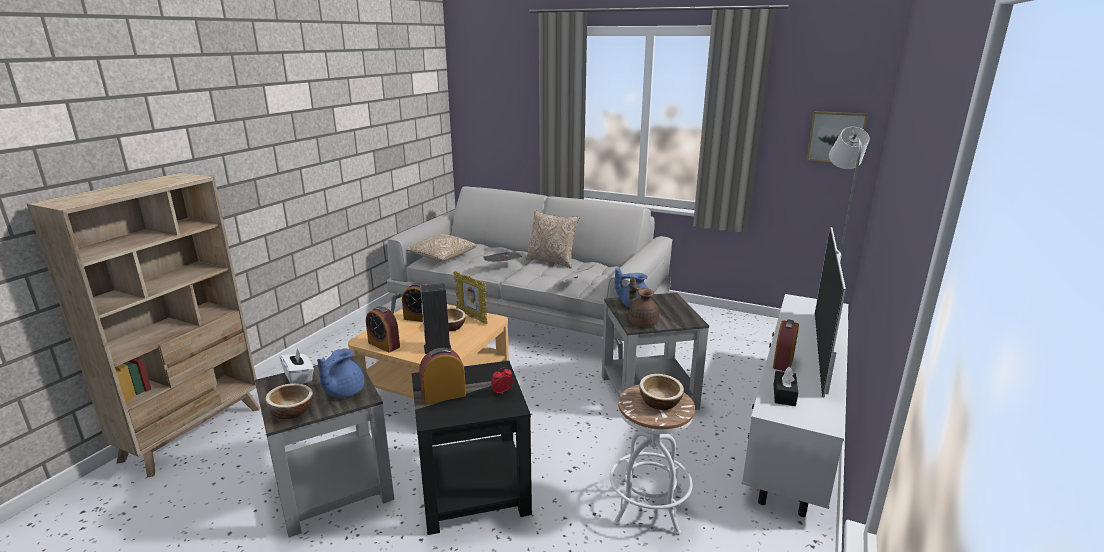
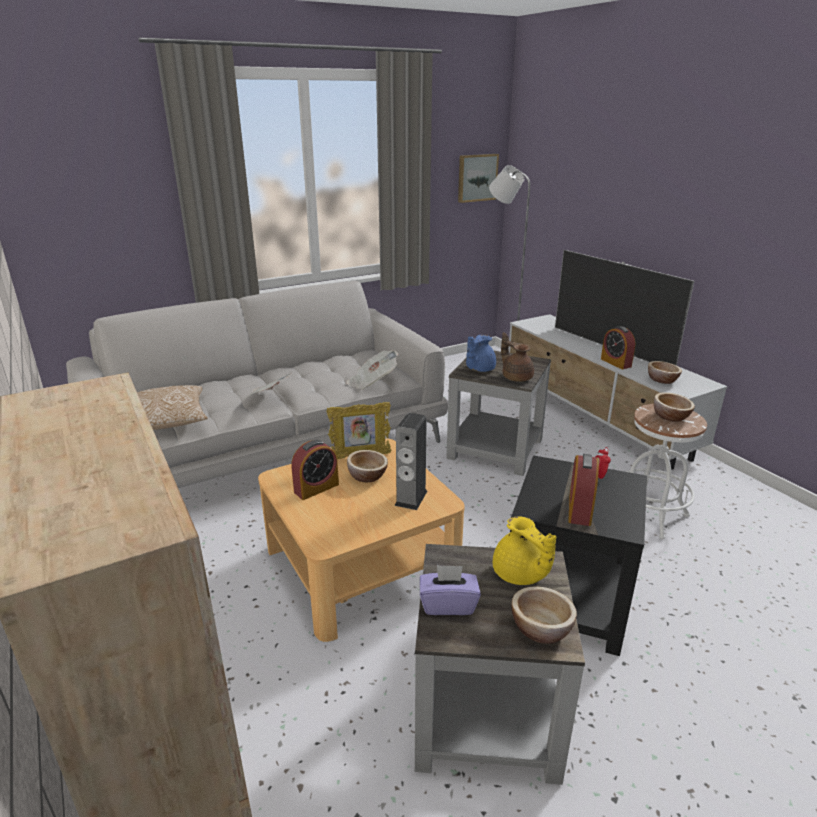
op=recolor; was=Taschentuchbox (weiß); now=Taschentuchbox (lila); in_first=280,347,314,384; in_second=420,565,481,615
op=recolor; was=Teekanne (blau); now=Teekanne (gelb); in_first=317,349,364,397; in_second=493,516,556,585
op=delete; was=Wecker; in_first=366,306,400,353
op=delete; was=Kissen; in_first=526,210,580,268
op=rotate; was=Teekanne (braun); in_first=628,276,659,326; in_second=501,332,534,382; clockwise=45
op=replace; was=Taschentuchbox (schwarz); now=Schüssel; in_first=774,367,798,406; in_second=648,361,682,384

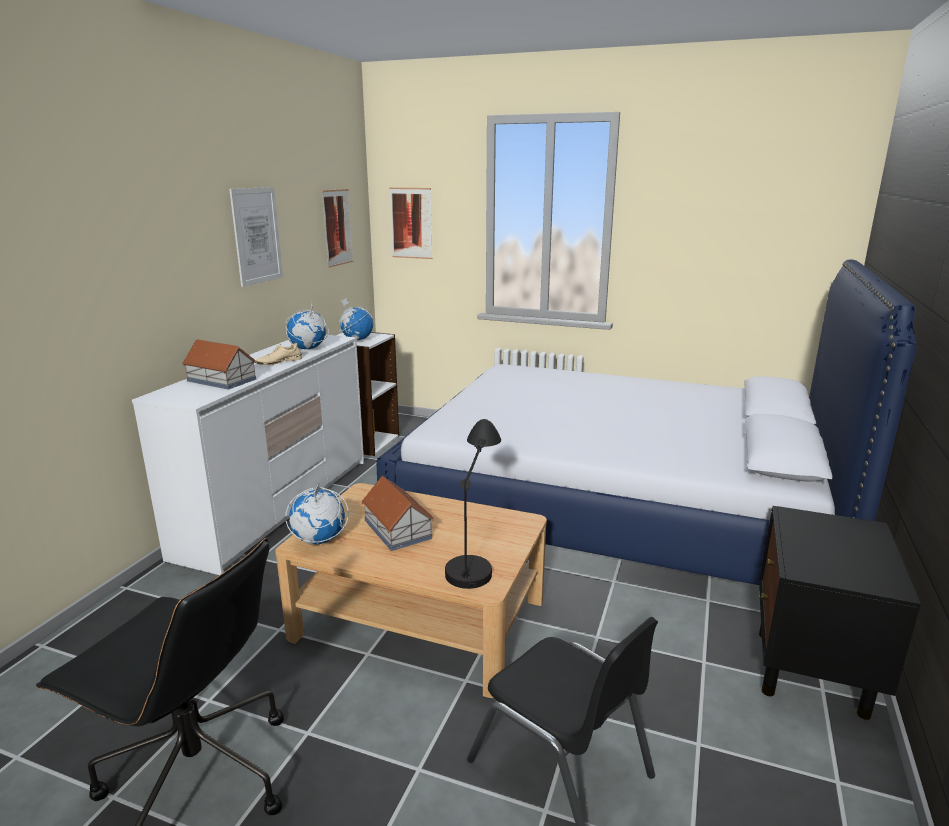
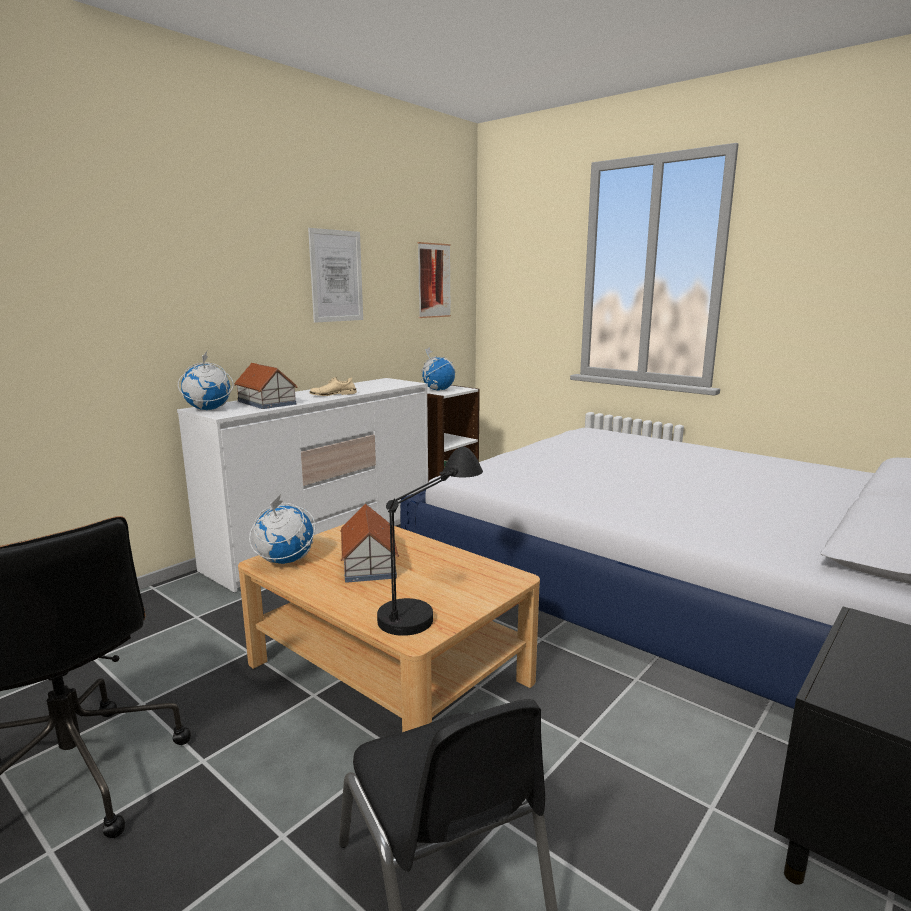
op=move; was=Globus; in_first=285,300,329,349; in_second=178,351,234,410
op=delete; was=Bild; in_first=390,188,432,259

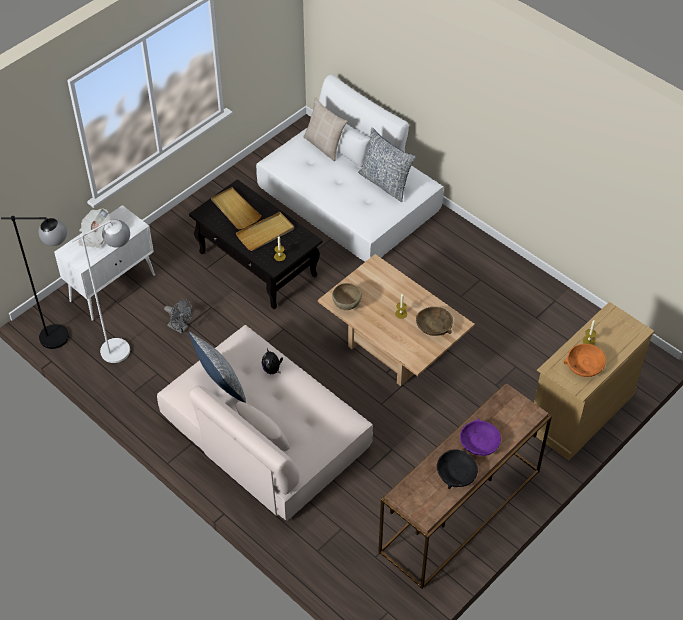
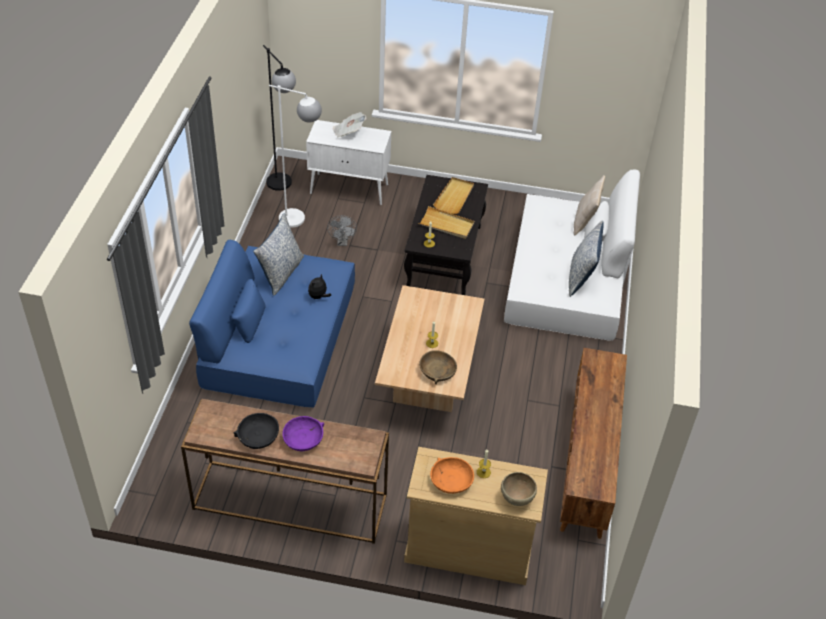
op=recolor; was=Sofa (beige); now=Sofa (blau); in_first=157,325,373,521; in_second=189,240,355,407
op=move; was=Schüssel (braun); in_first=332,283,362,310; in_second=501,472,537,506
op=insert; now=Fernsehschrank (braun); in_second=560,348,627,539

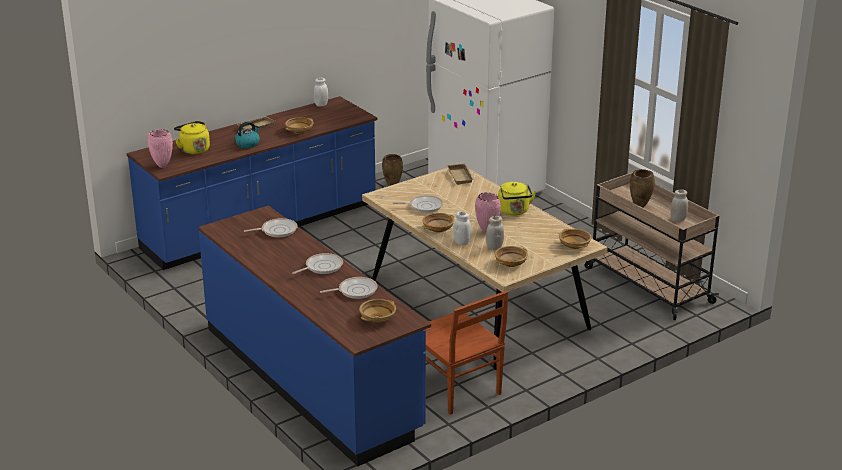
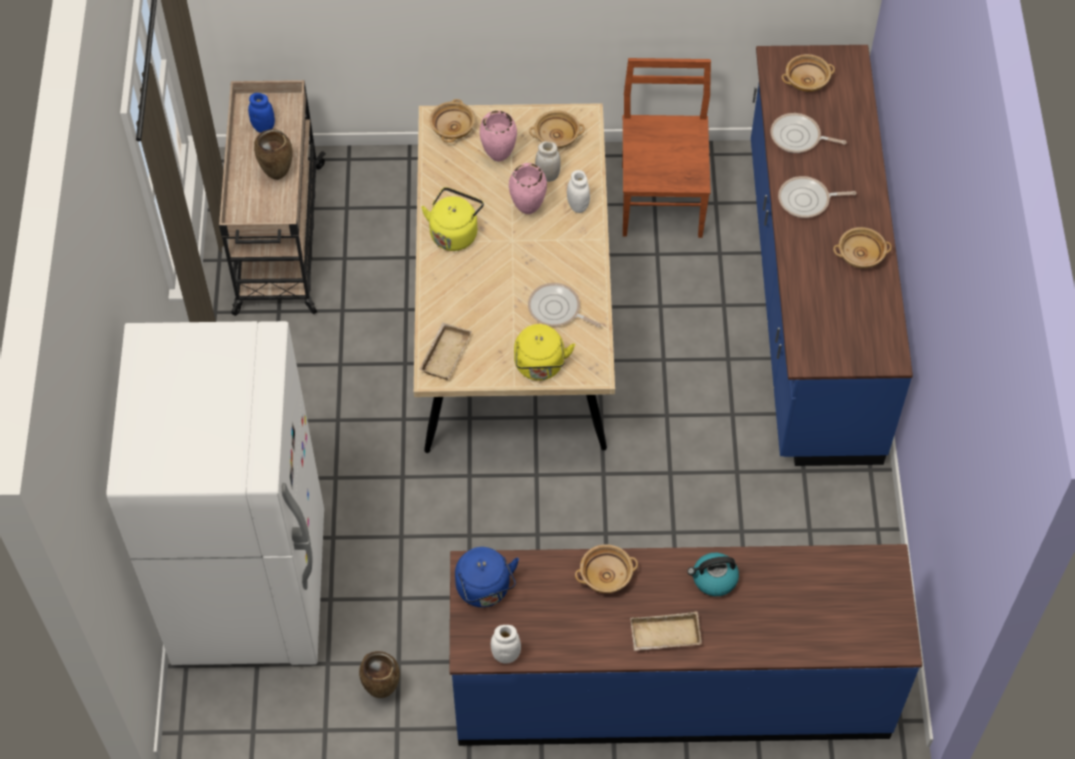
op=move; was=Vase (rosa); in_first=148,129,173,168; in_second=480,111,517,162
op=move; was=Wasserkessel (gelb); in_first=174,121,210,155; in_second=514,324,575,381
op=delete; was=Pfanne; in_first=244,218,298,237
op=move; was=Schüssel (beige); in_first=422,213,454,232; in_second=833,227,892,268
op=recolor; was=Vorratsglas (weiß); now=Vorratsglas (blau); in_first=670,189,688,222; in_second=248,93,275,133
op=insert; now=Wasserkessel (blau); in_second=455,547,519,607

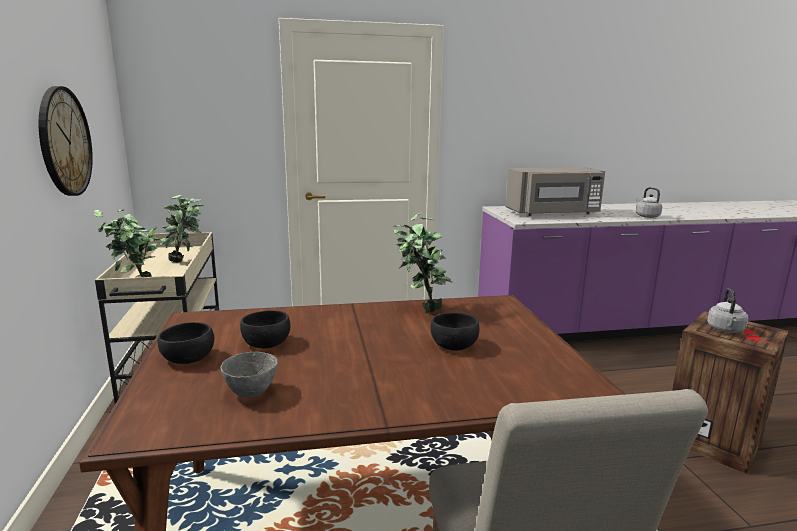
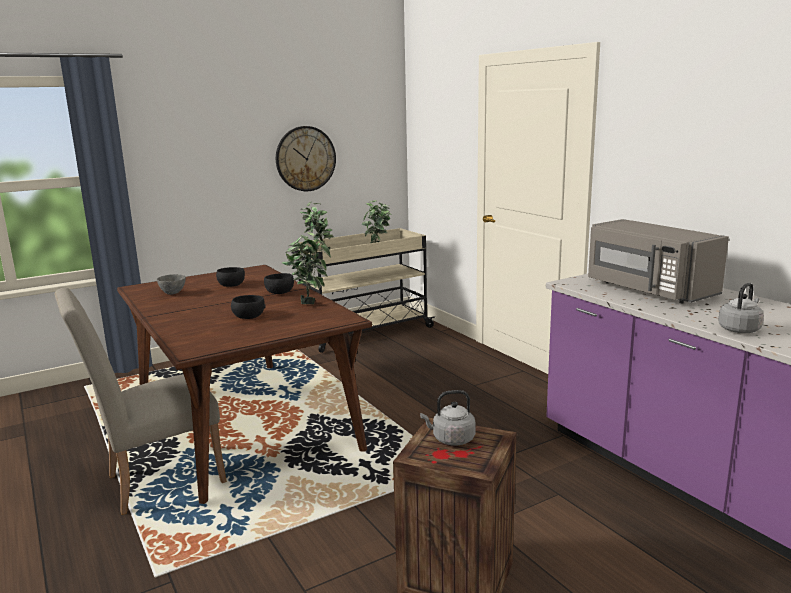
op=move; was=Schüssel (schwarz); in_first=157,322,214,364; in_second=264,273,294,294

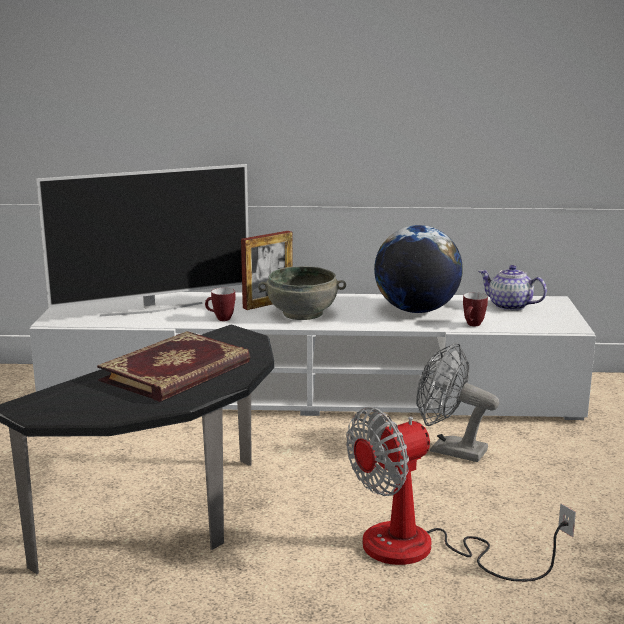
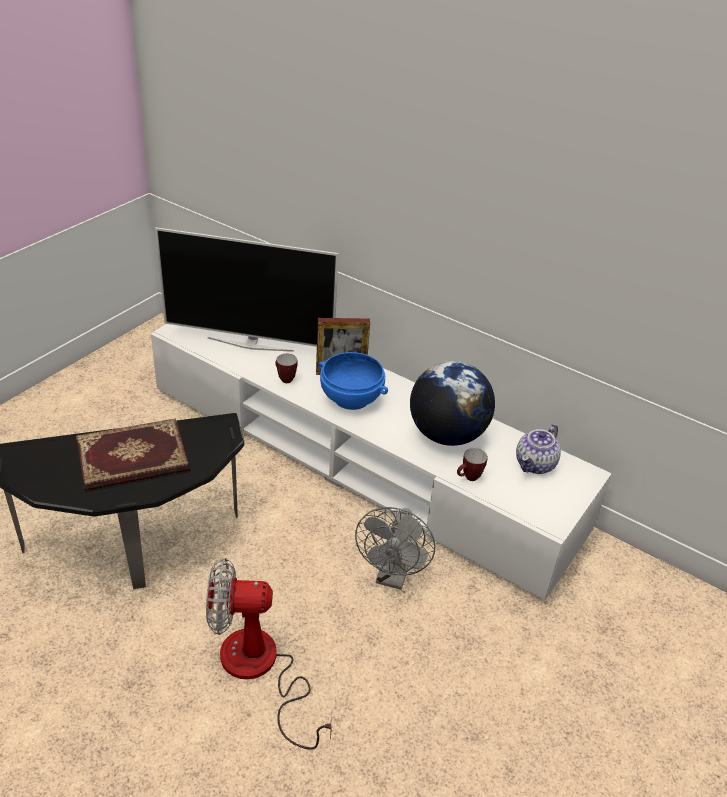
op=recolor; was=Schüssel (grau); now=Schüssel (blau); in_first=258,266,346,320; in_second=318,352,388,410
op=rotate; was=Ventilator (grau); in_first=416,343,499,462; in_second=355,507,436,590; clockwise=-135
op=rotate; was=Teekanne; in_first=479,265,547,311; in_second=516,424,561,474; clockwise=-120

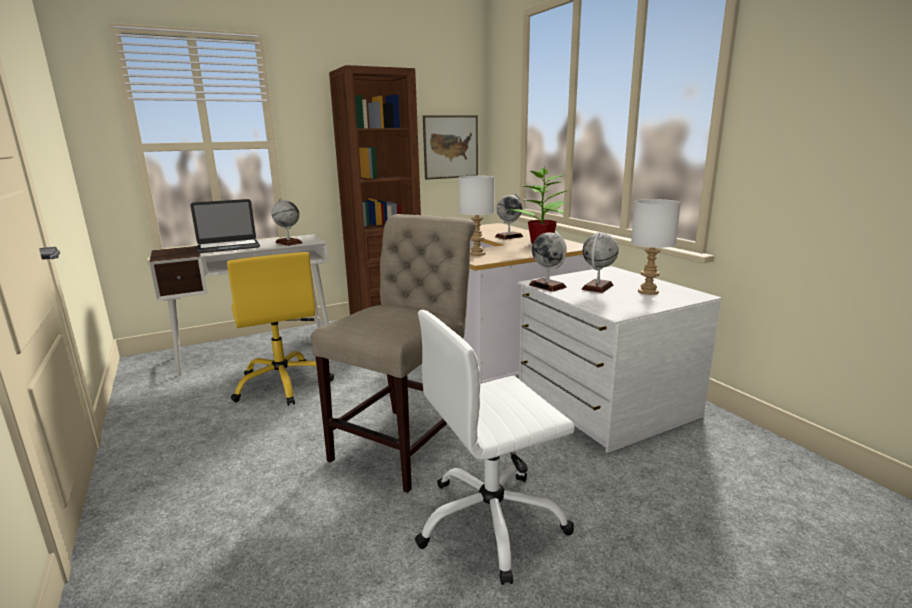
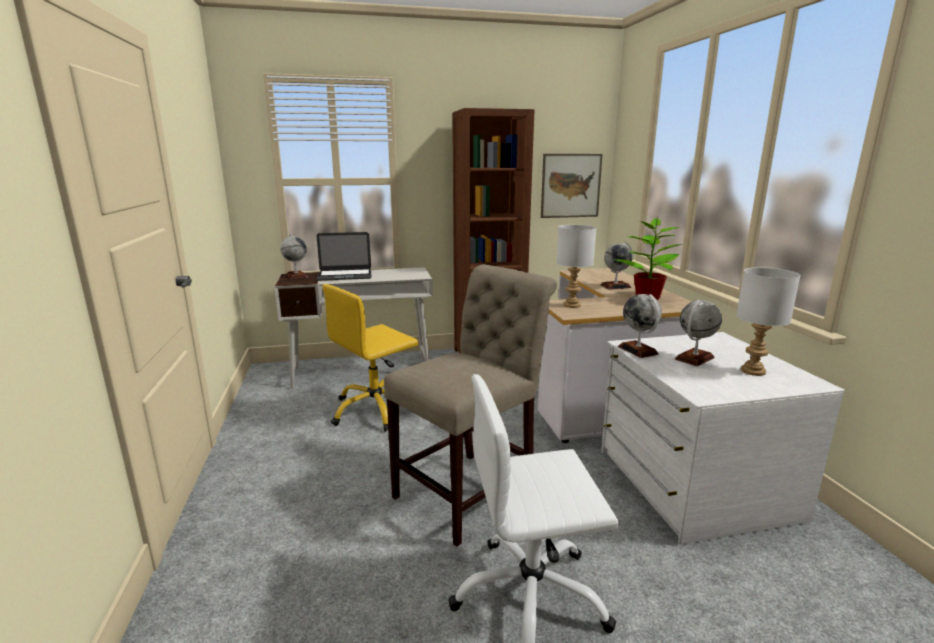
op=rotate; was=Bürostuhl (gelb); in_first=227,252,334,406; in_second=322,284,418,432; clockwise=60
op=move; was=Globus; in_first=272,199,303,246; in_second=280,234,308,279

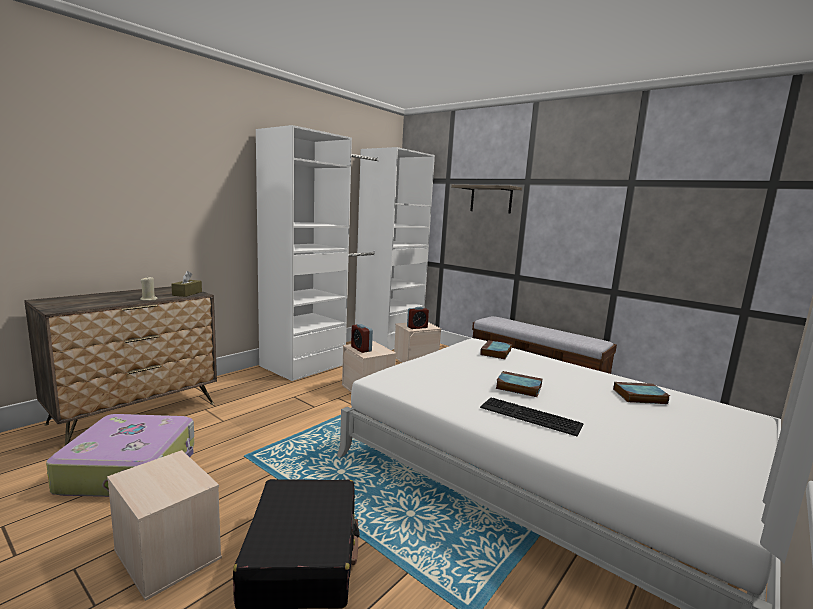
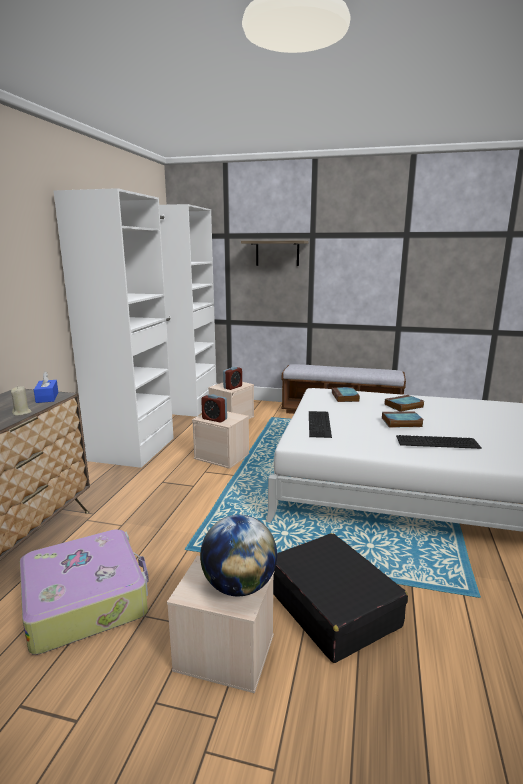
op=recolor; was=Taschentuchbox (braun); now=Taschentuchbox (blau); in_first=171,271,202,297; in_second=34,371,58,403
op=move; was=Buch; in_first=613,382,670,404; in_second=385,395,424,412
op=insert; now=Globus; in_second=200,515,277,596
op=insert; now=Tastatur; in_second=309,411,332,438

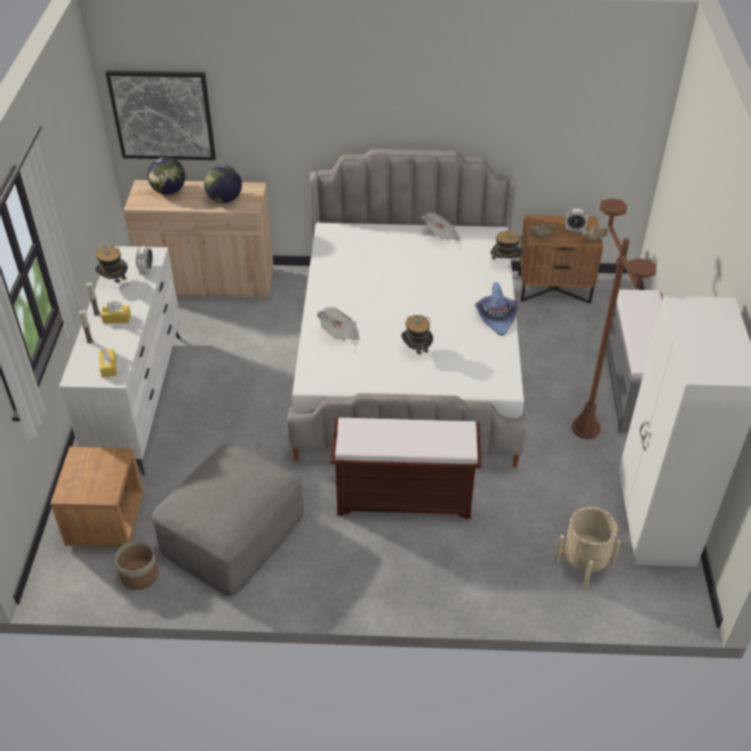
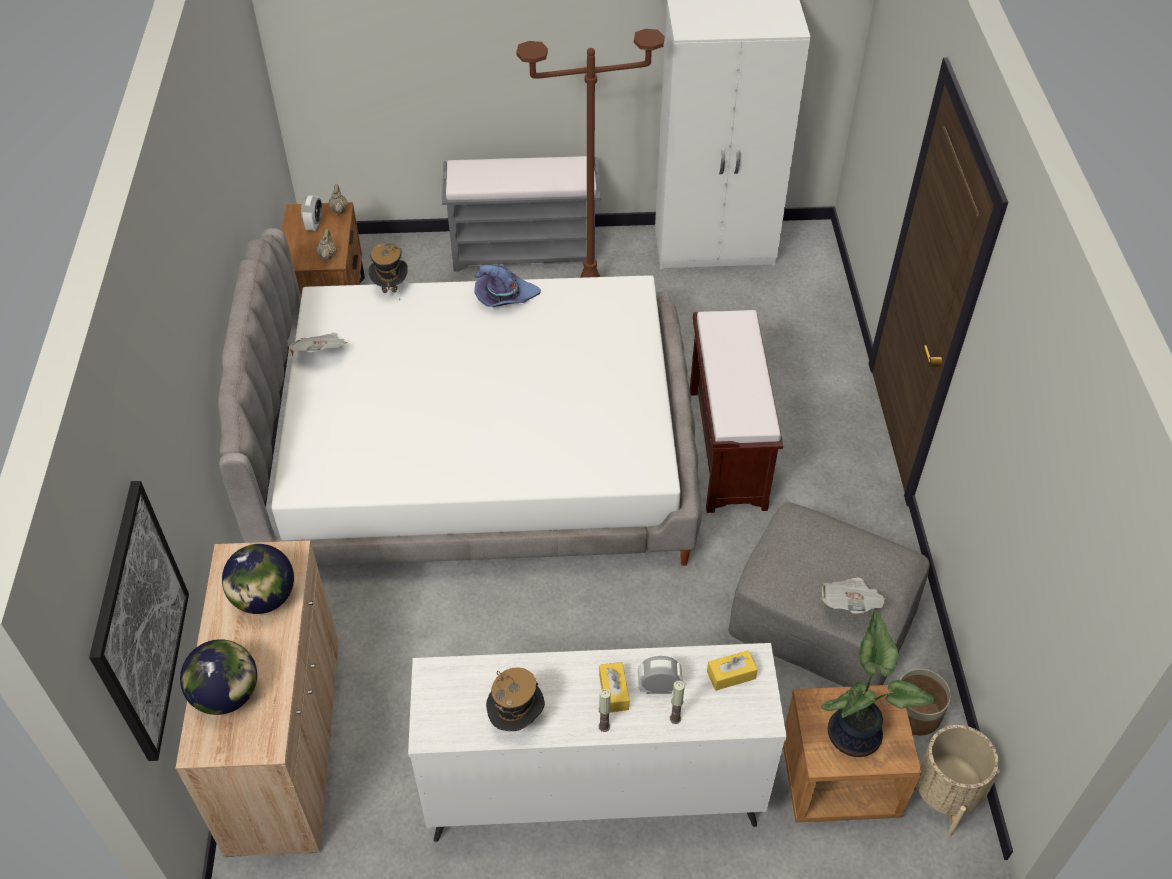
op=move; was=Wecker; in_first=136,246,153,275; in_second=638,656,683,694
op=move; was=Zeitung; in_first=317,307,360,341; in_second=822,577,886,614
op=delete; was=Hut; in_first=401,315,433,355
op=move; was=Pflanzkübel (beige); in_first=555,507,621,588; in_second=914,725,1000,837
op=insert; now=Topfpflanze; in_second=821,610,935,757

